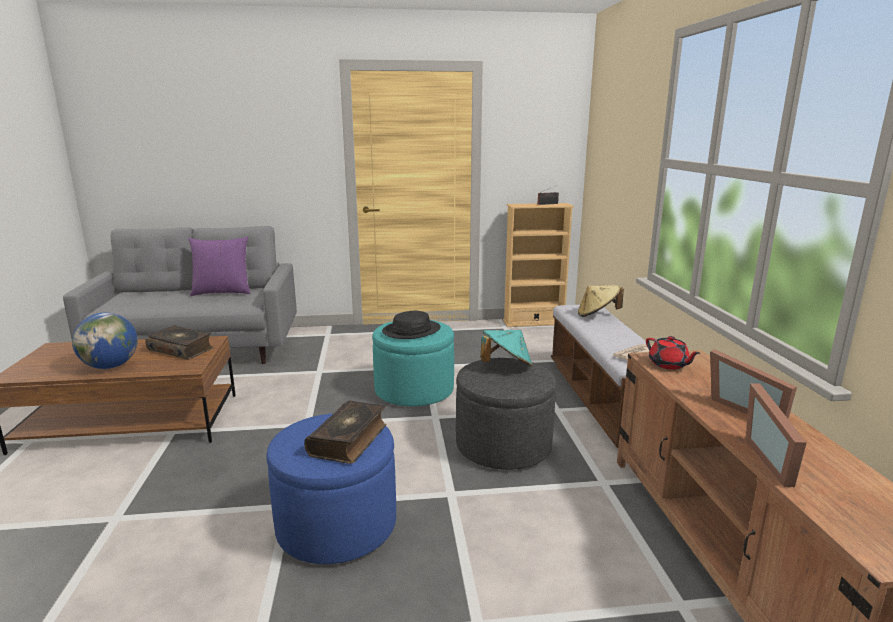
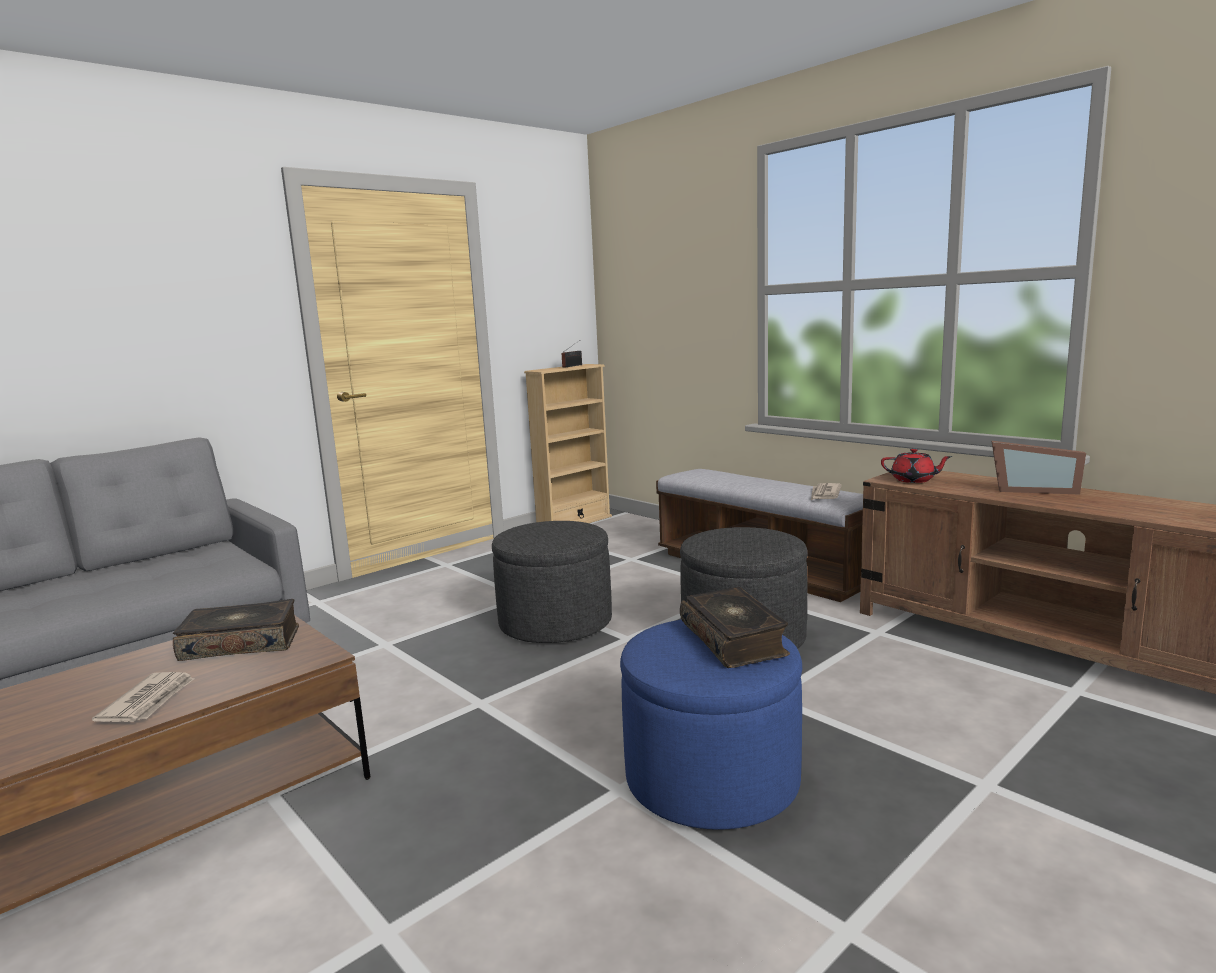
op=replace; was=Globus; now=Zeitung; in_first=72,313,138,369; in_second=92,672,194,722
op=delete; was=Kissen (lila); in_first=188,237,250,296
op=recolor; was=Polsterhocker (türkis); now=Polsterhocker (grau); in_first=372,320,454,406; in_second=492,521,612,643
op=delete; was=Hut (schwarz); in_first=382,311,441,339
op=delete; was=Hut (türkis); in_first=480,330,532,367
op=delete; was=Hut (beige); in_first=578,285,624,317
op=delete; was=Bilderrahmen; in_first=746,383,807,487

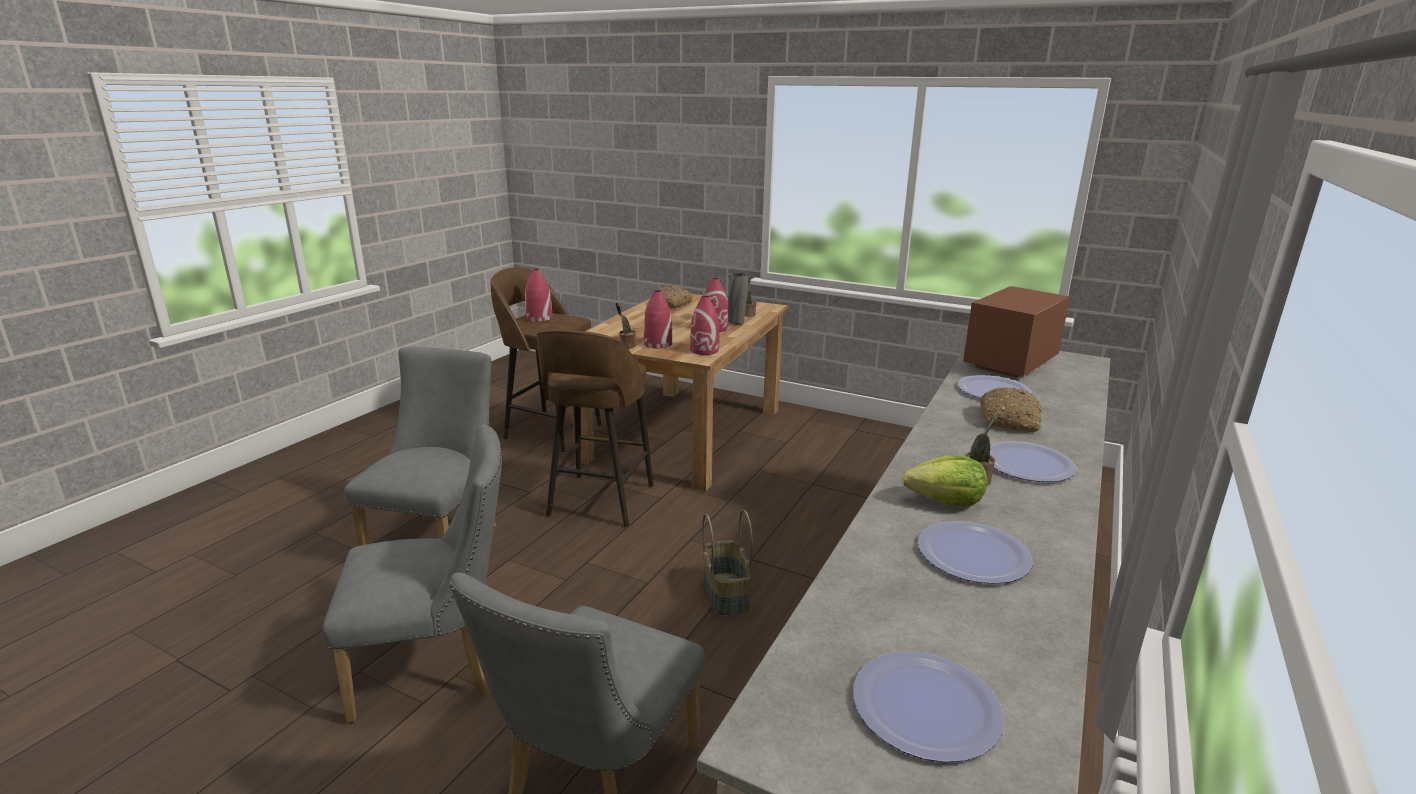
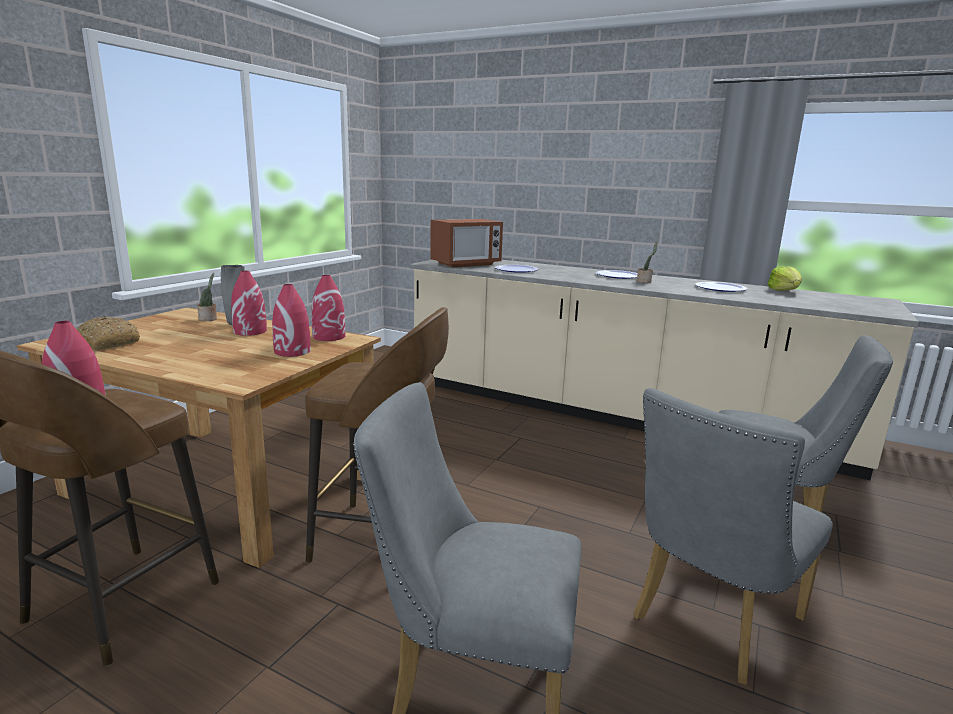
op=rotate; was=Stuhl (grau); in_first=322,424,502,723; in_second=633,388,833,685; clockwise=-120
op=delete; was=Topfpflanze; in_first=616,303,636,349
op=delete; was=Korb; in_first=702,510,753,616
op=delete; was=Teller; in_first=853,651,1004,763
op=move; was=Salatkopf; in_first=902,456,987,507; in_second=768,266,802,291
op=rotate; was=Mikrowelle; in_first=963,286,1070,377; in_second=430,219,503,267; clockwise=-75
op=delete; was=Brot; in_first=980,387,1042,432

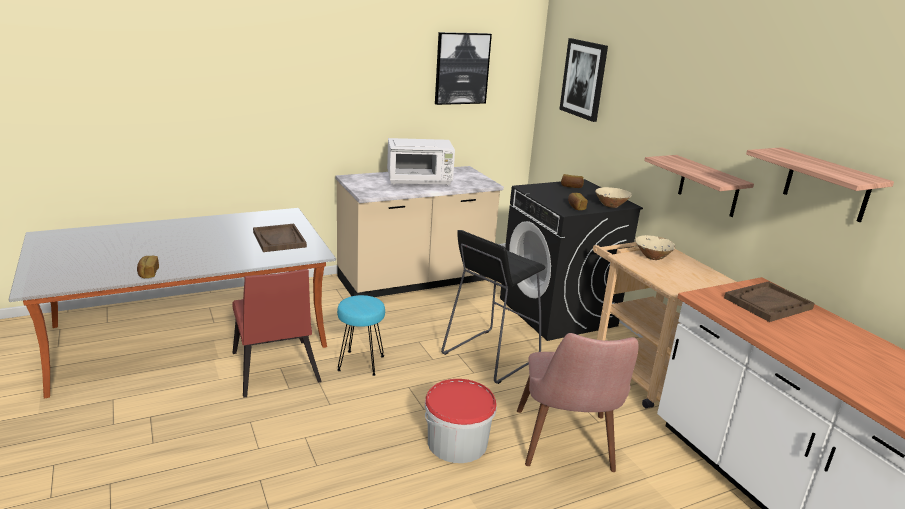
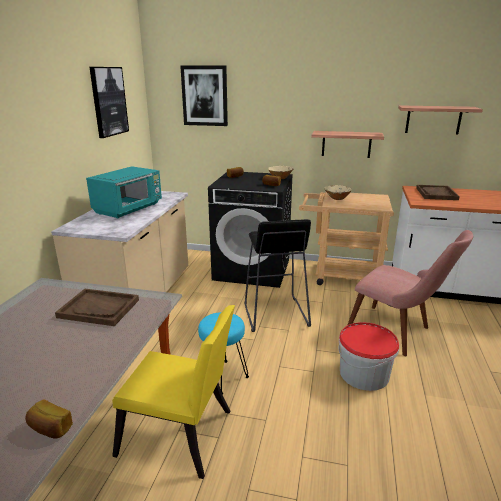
op=recolor; was=Stuhl (rot); now=Stuhl (gelb); in_first=232,269,322,398; in_second=112,305,235,479
op=recolor; was=Mikrowelle (weiß); now=Mikrowelle (türkis); in_first=387,138,455,185; in_second=86,166,162,219

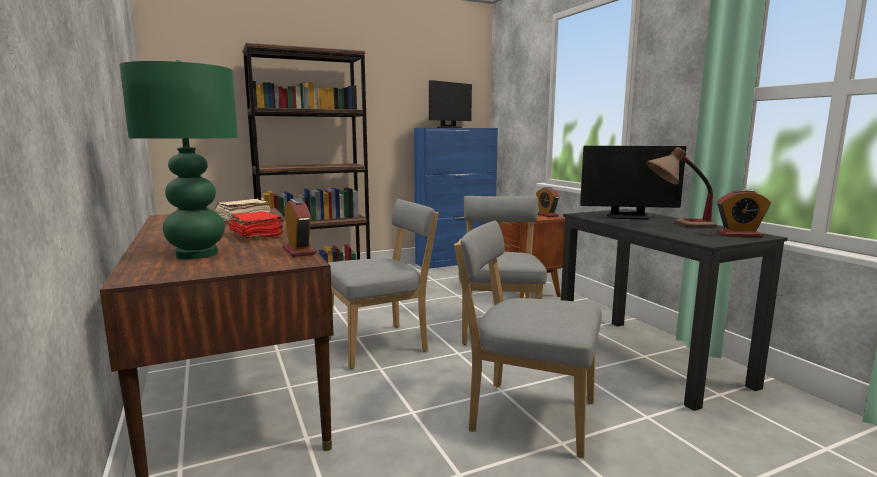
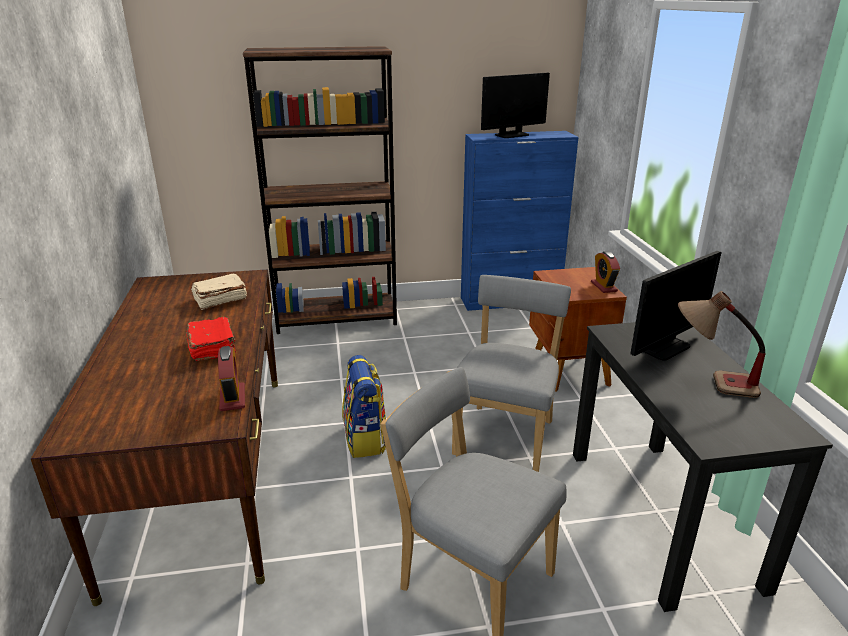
op=delete; was=Tischlampe (grün); in_first=119,60,238,259
op=replace; was=Stuhl (grau); now=Rucksack; in_first=328,199,439,369; in_second=342,355,386,458
op=rotate; was=Monitor; in_first=580,146,687,219; in_second=630,251,721,360; clockwise=-60
op=delete; was=Wecker; in_first=717,189,771,237

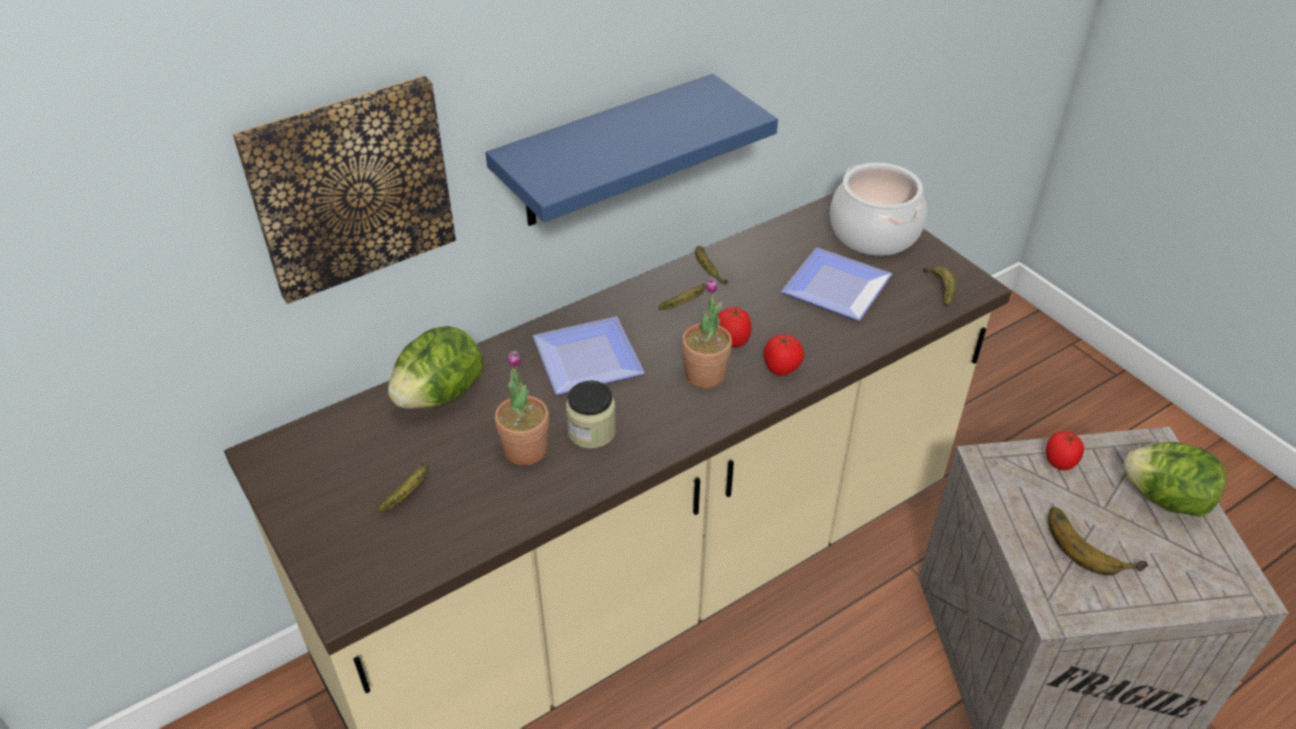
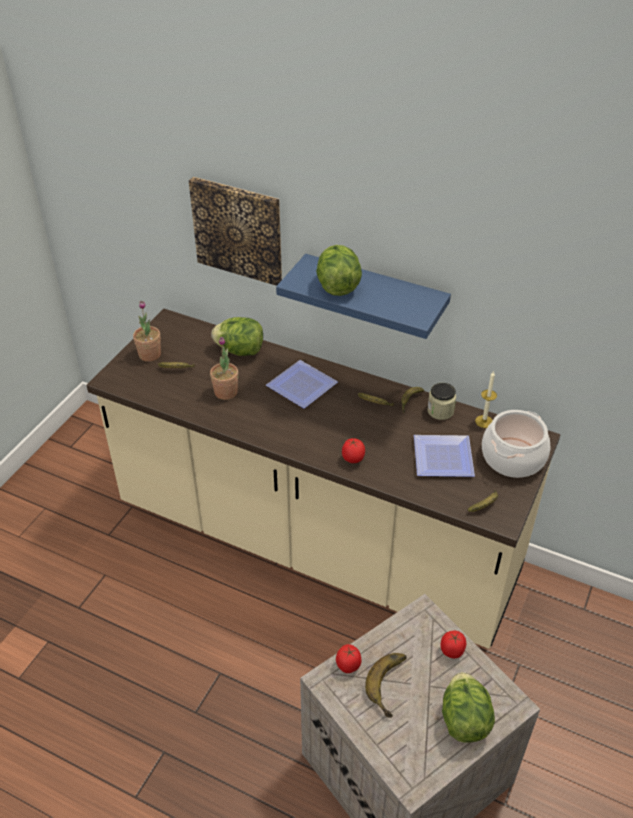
op=move; was=Vorratsglas; in_first=566,380,616,449; in_second=427,383,456,420
op=move; was=Topfpflanze; in_first=682,277,732,388; in_second=133,301,161,362
op=move; was=Tomate; in_first=718,307,751,347; in_second=336,644,361,673
op=insert; now=Salatkopf; in_second=316,245,362,296
op=insert; now=Kerze; in_second=475,371,497,428

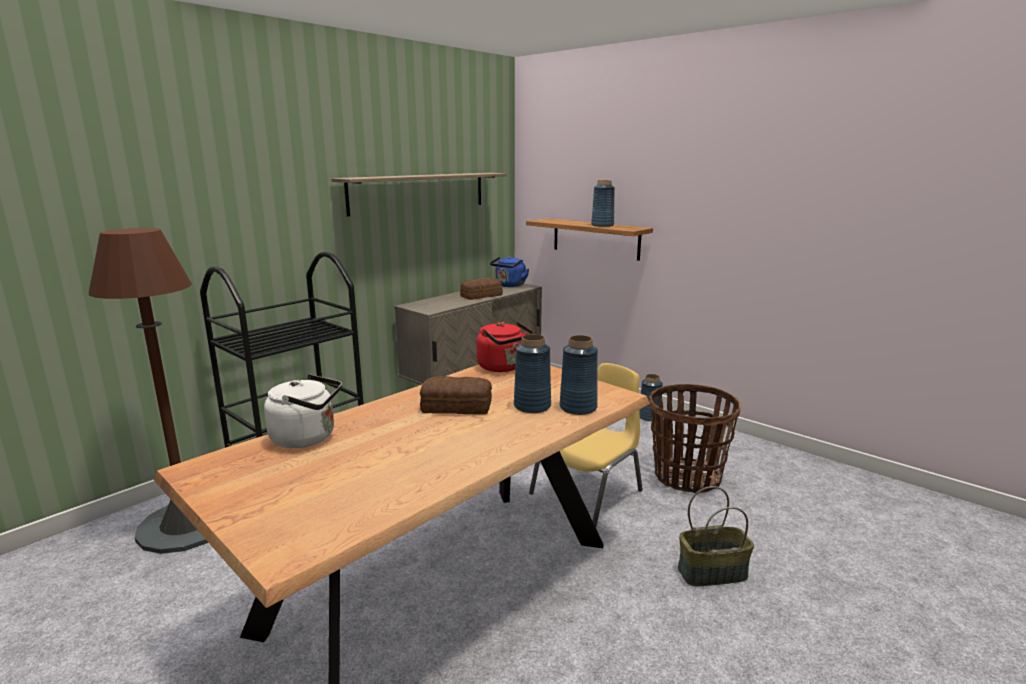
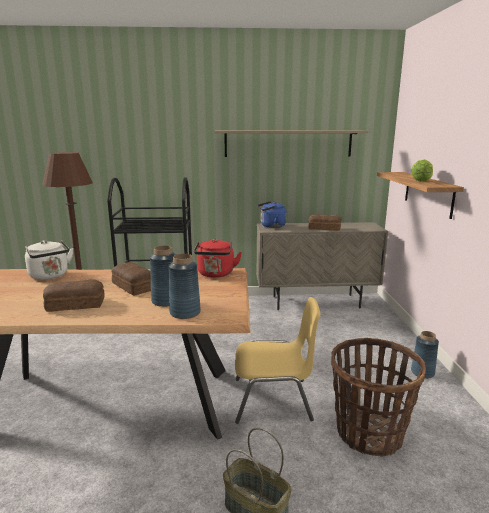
op=move; was=Wasserkessel (blau); in_first=490,256,529,287; in_second=258,201,286,228
op=replace; was=Vase (blau); now=Salatkopf; in_first=591,180,615,227; in_second=411,160,433,181
op=insert; now=Brot; in_second=43,280,105,312

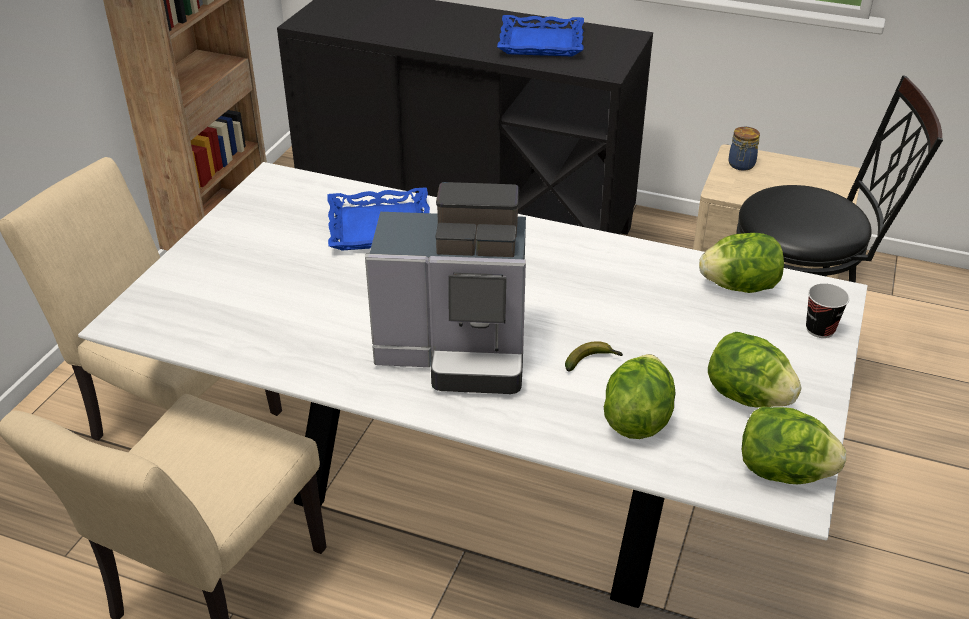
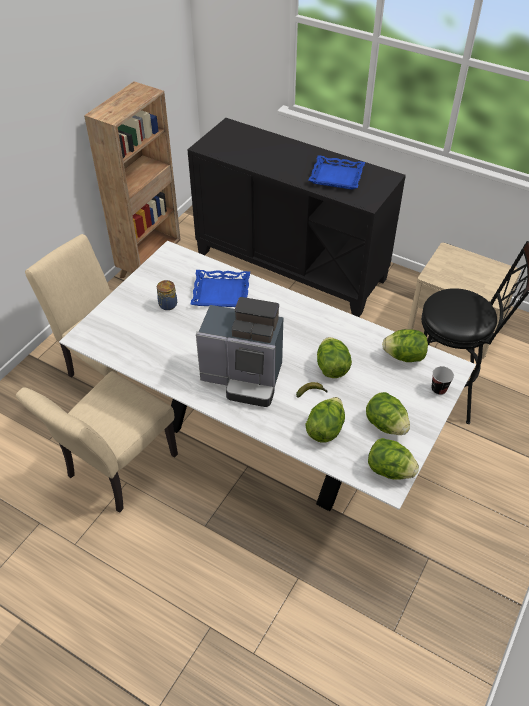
op=move; was=Vorratsglas; in_first=728,127,760,171; in_second=157,280,177,310
op=insert; now=Salatkopf; in_second=317,337,352,378

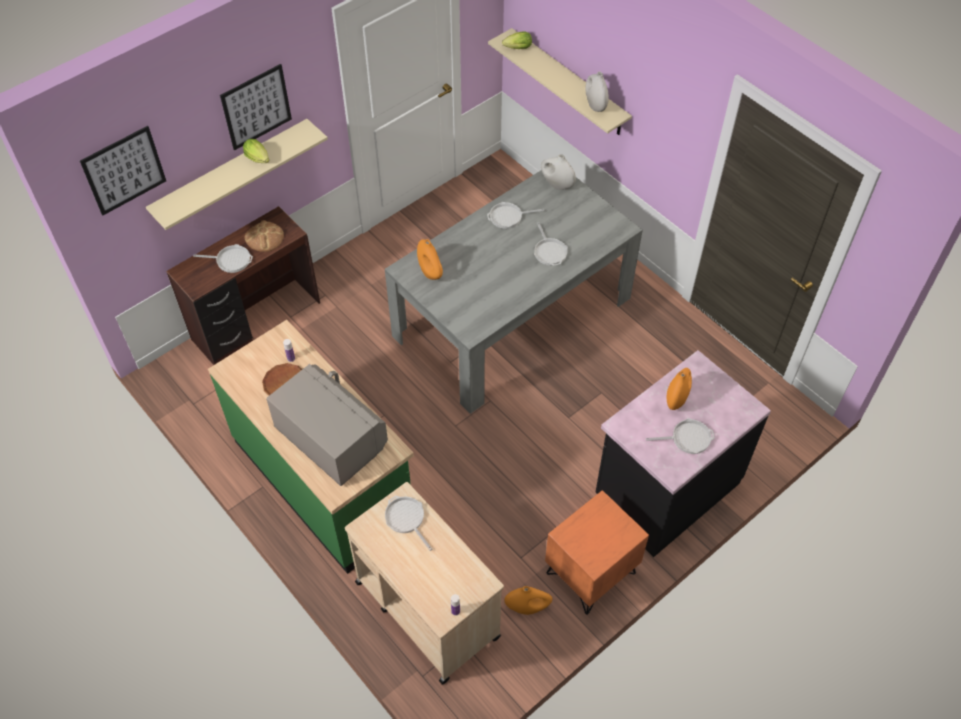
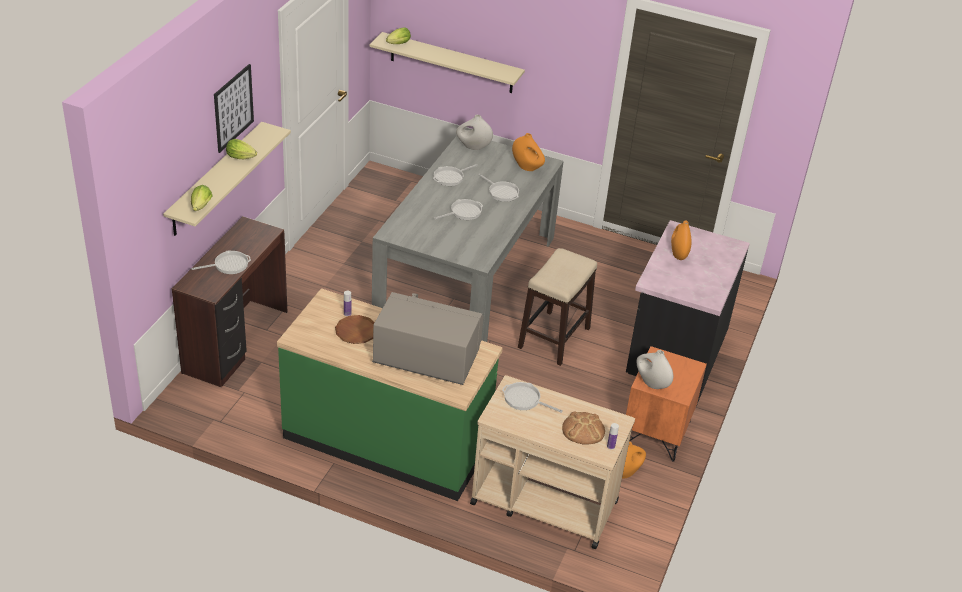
op=delete; was=Bild; in_first=80,126,166,215
op=move; was=Brot; in_first=245,220,284,252; in_second=562,411,605,444
op=move; was=Vase (orange); in_first=417,239,443,280; in_second=512,133,545,171
op=move; was=Vase (weiß); in_first=585,72,609,112; in_second=637,350,673,389
op=move; was=Pfanne; in_first=646,418,715,454; in_second=434,199,483,220
op=insert; now=Salatkopf; in_second=191,185,213,211
op=insert; now=Hocker; in_second=518,248,597,366

